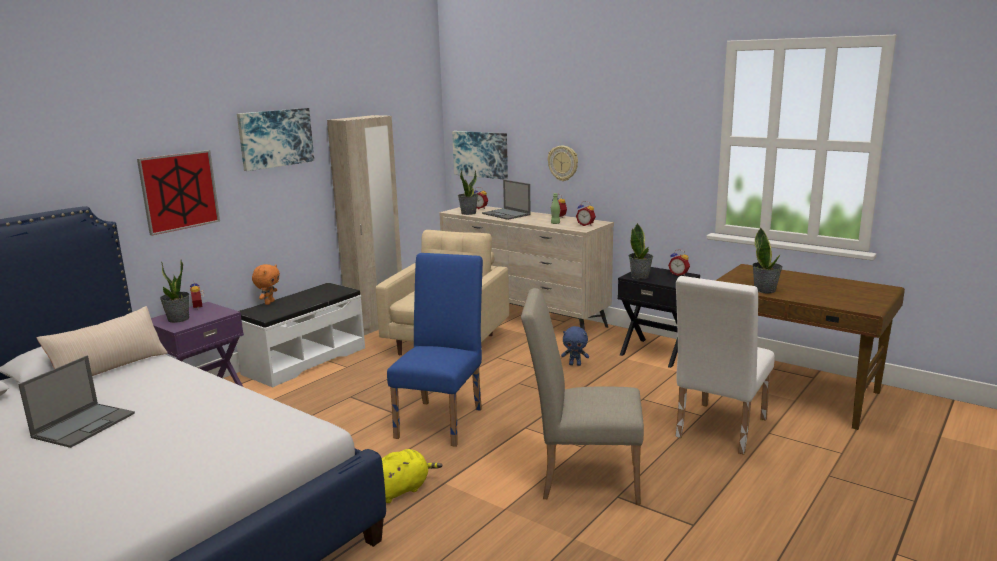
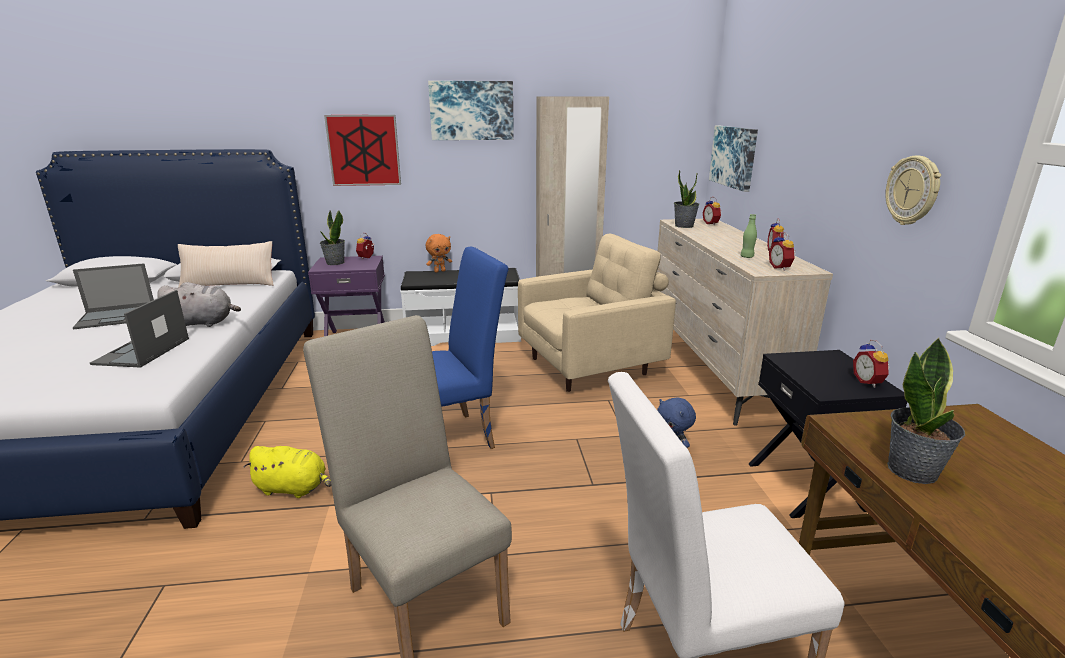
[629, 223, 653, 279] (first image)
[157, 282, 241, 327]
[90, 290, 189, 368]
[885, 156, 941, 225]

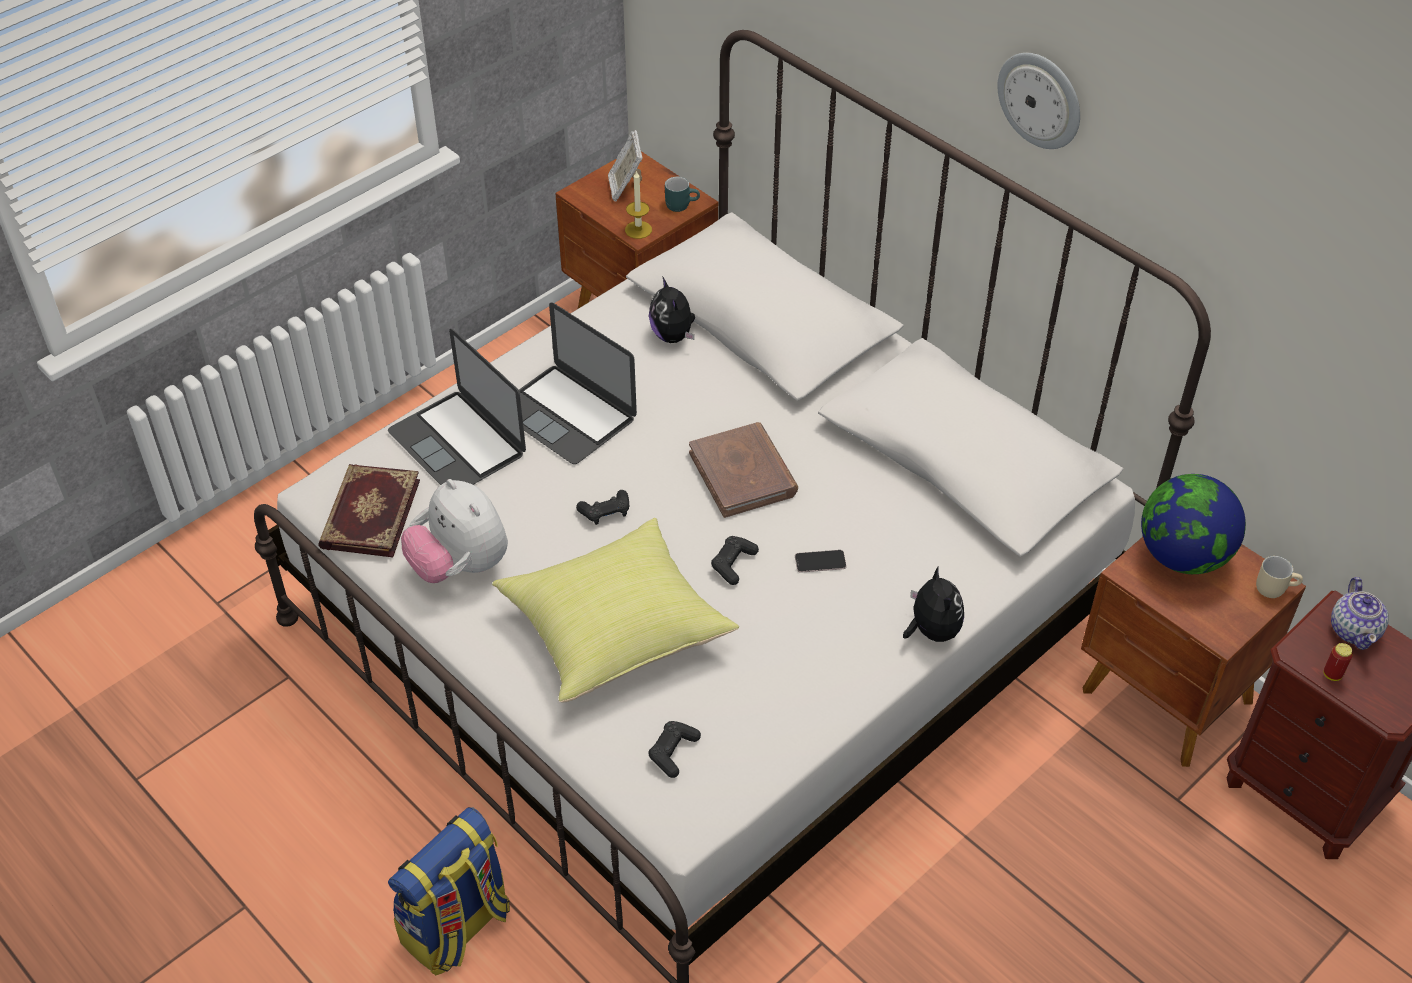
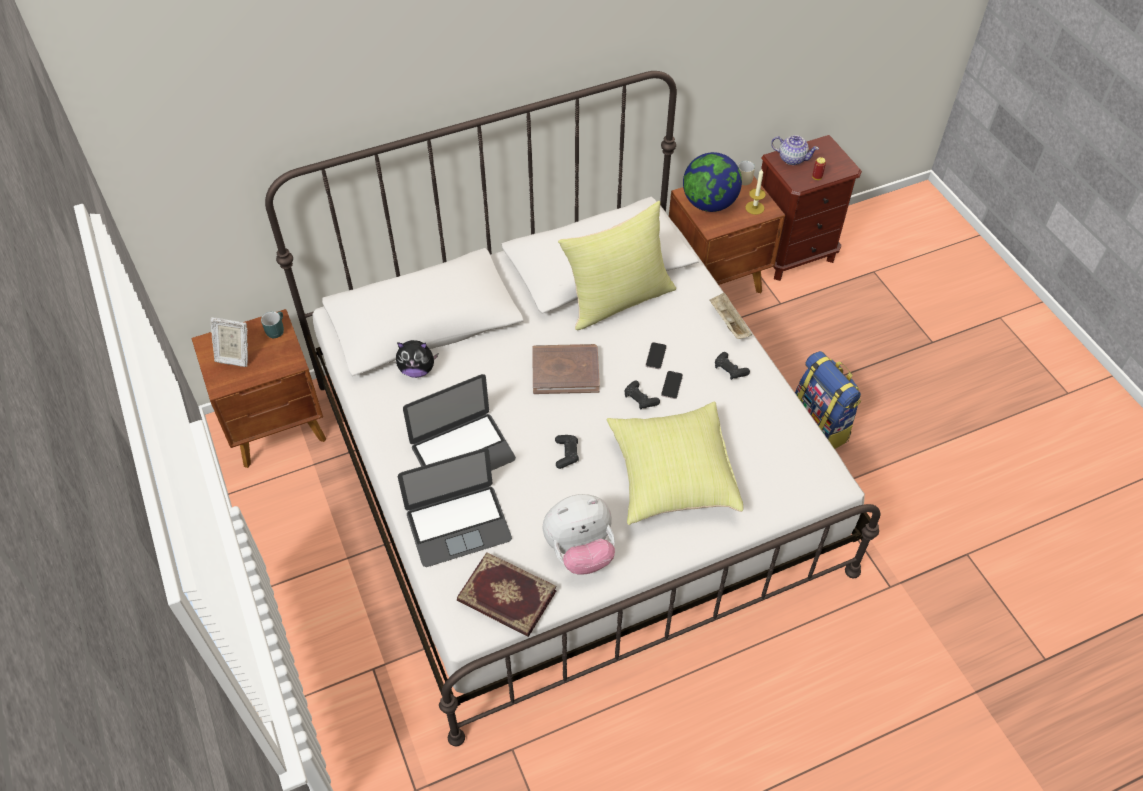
[998, 53, 1080, 149] (first image)
[558, 201, 676, 330]
[661, 371, 683, 399]
[795, 351, 862, 449]
[745, 169, 766, 215]
[715, 352, 750, 380]
[709, 293, 752, 339]

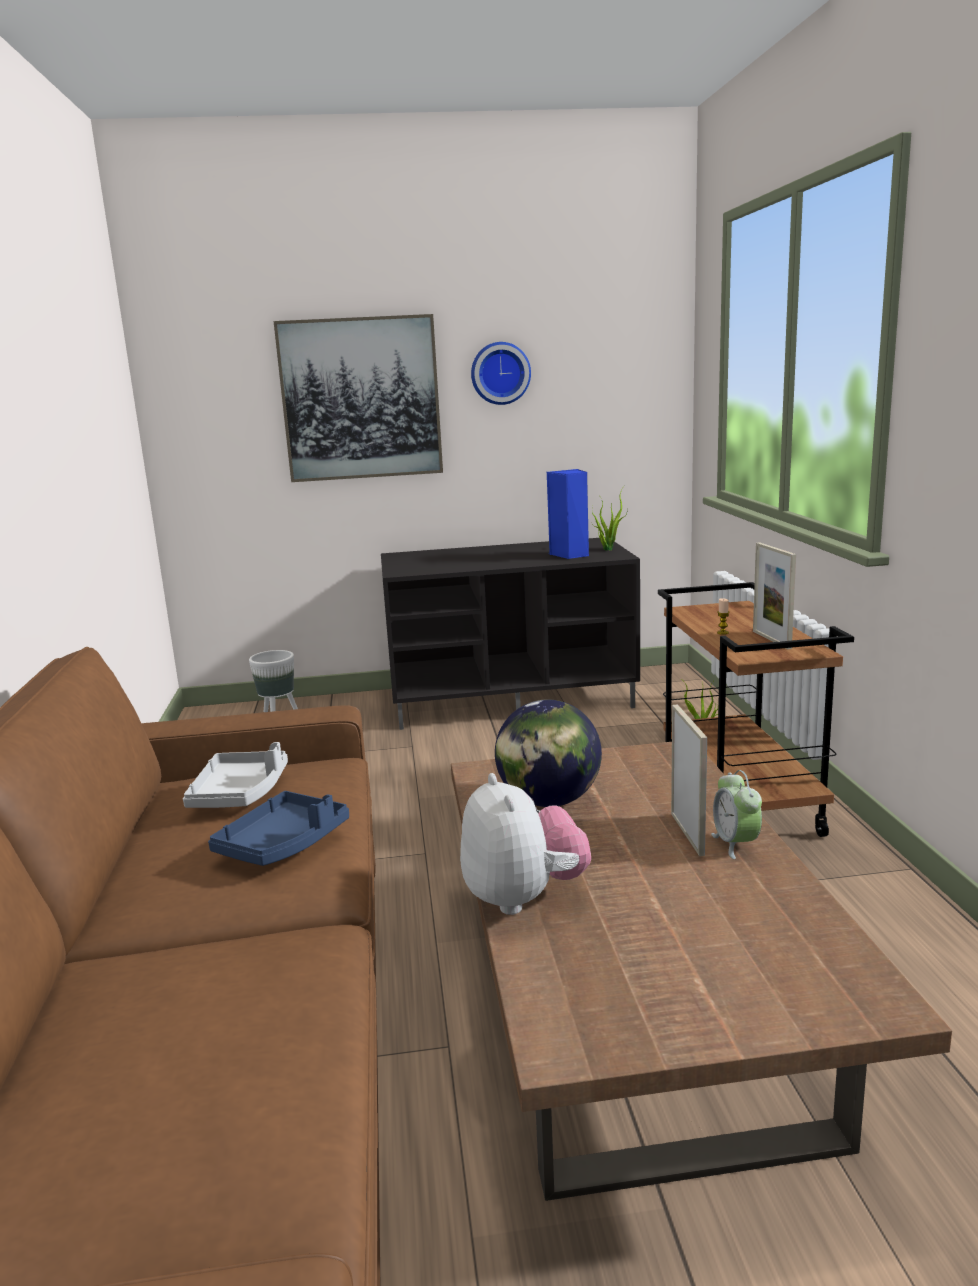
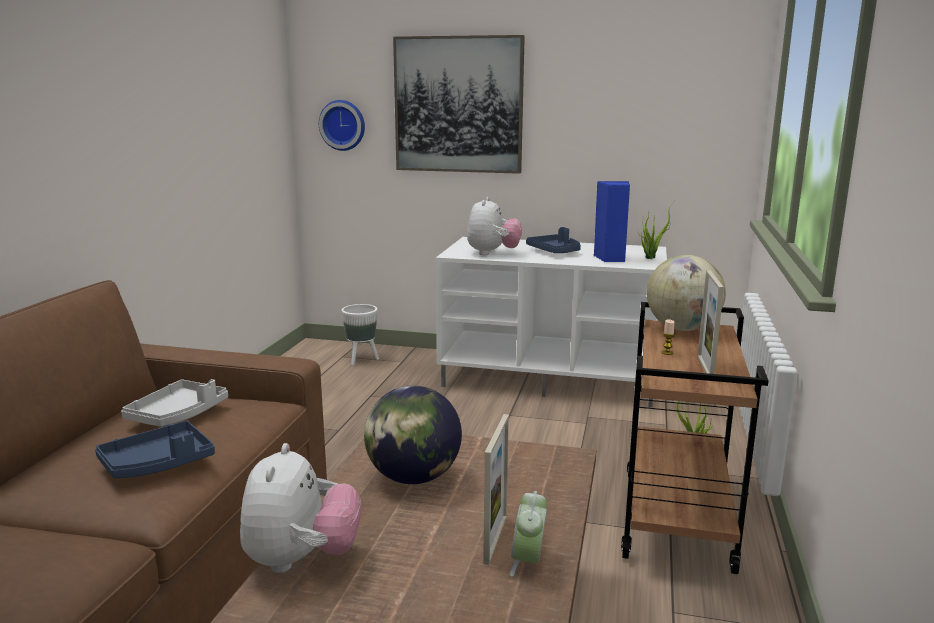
[467, 197, 522, 255]
[526, 227, 581, 253]
[647, 255, 726, 331]
[319, 100, 365, 151]
[436, 237, 667, 407]

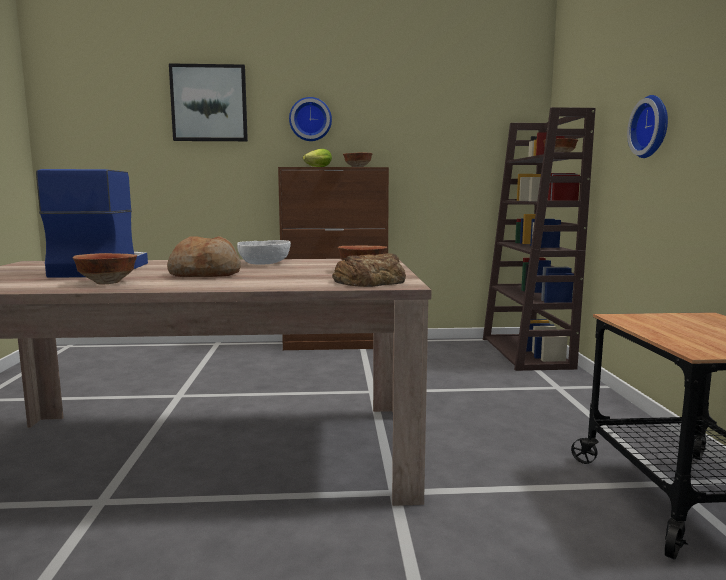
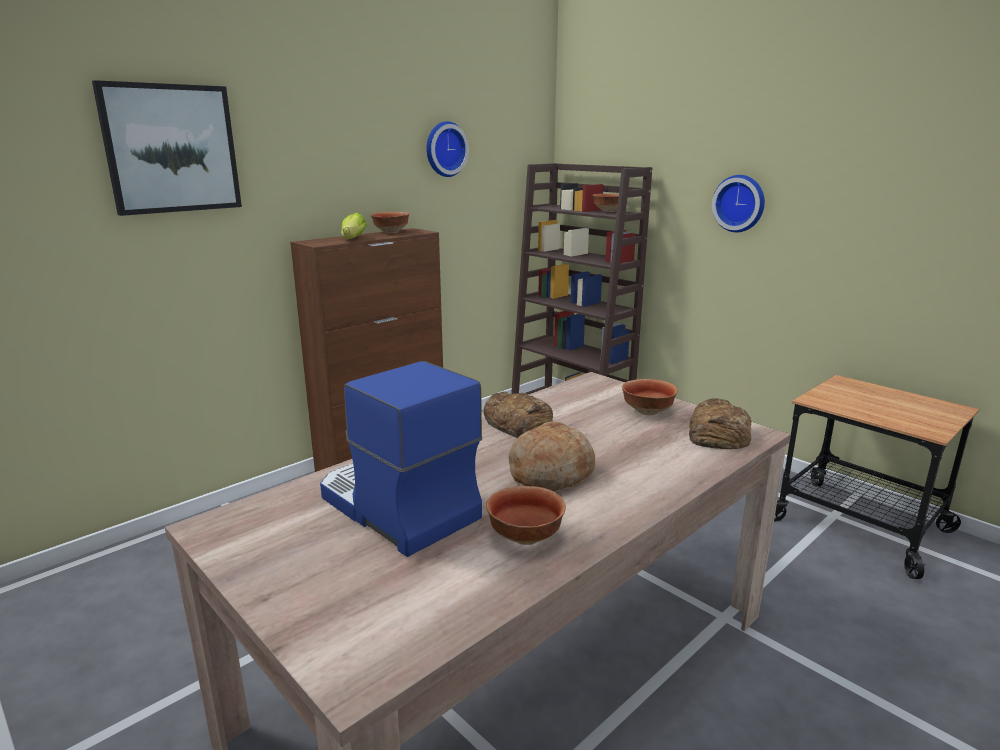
[426, 121, 469, 177]
[484, 391, 553, 438]

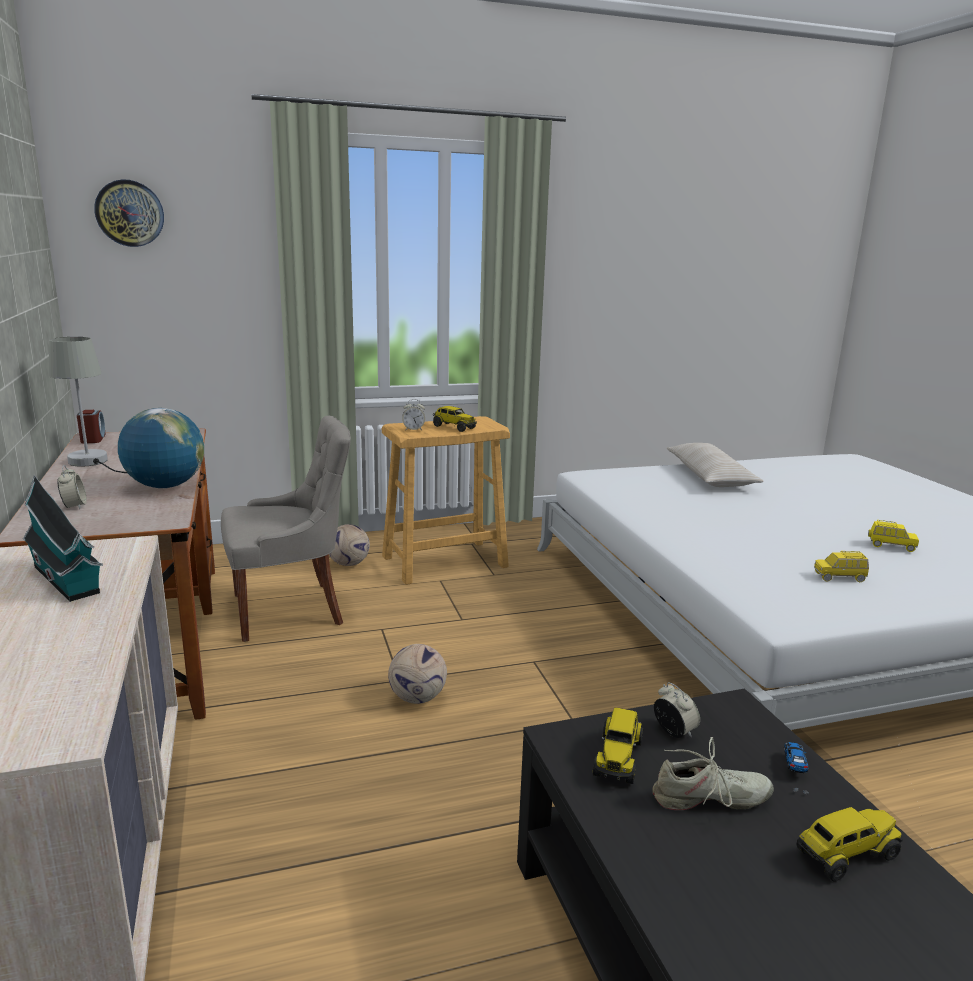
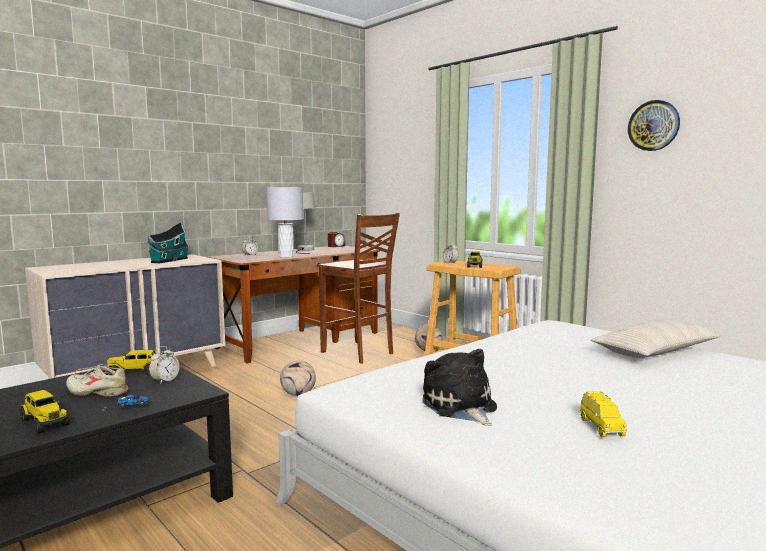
[628, 100, 680, 151]
[266, 187, 303, 258]
[318, 213, 400, 364]
[423, 349, 497, 426]
[66, 364, 129, 397]

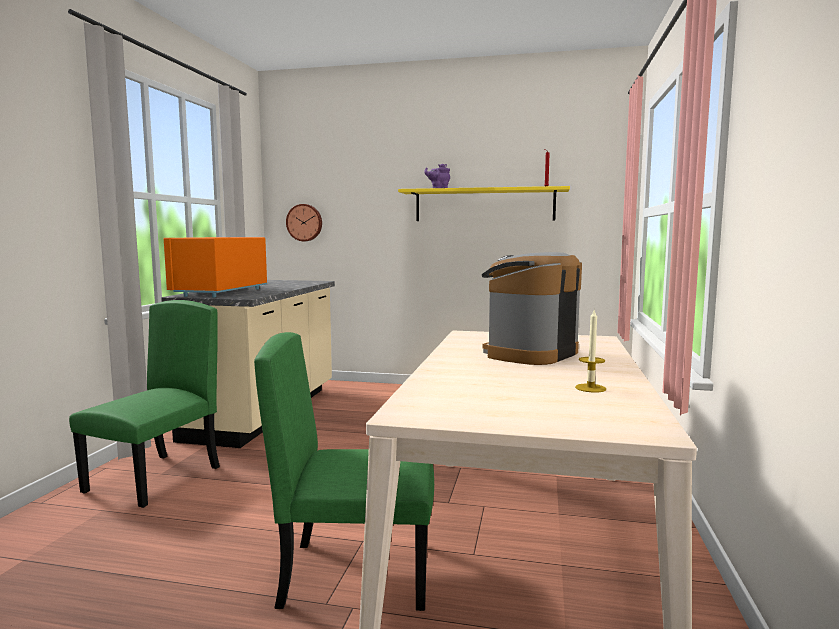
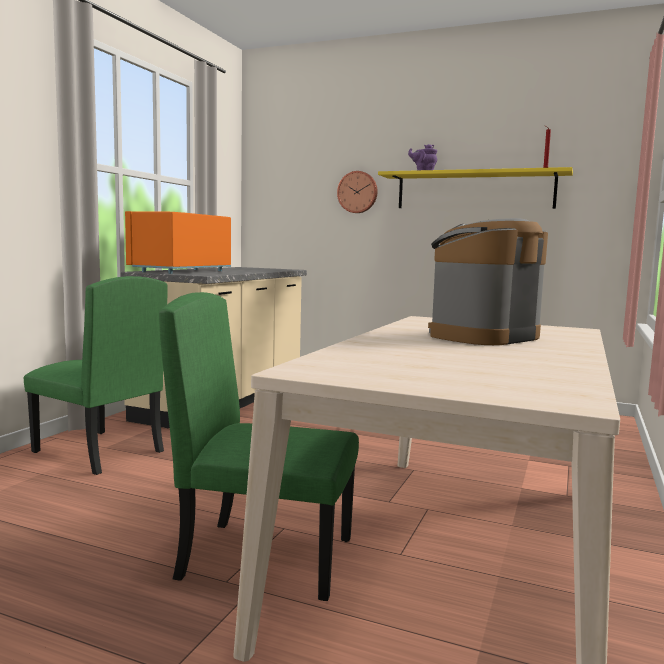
[575, 310, 606, 392] (first image)
[337, 171, 378, 213]
[24, 276, 168, 475]

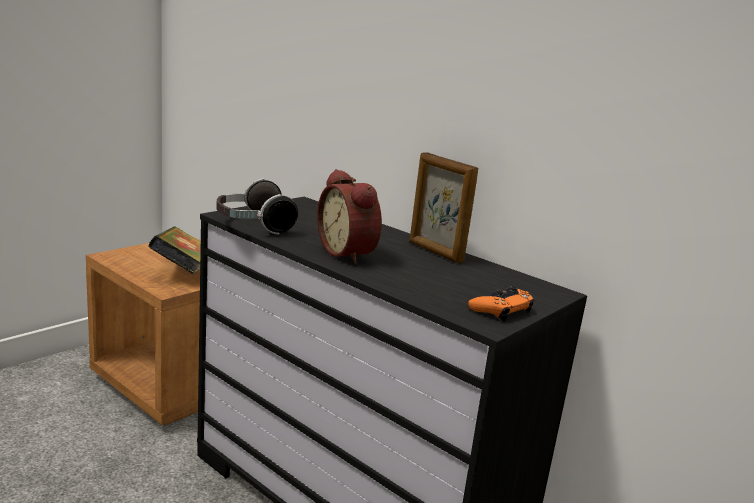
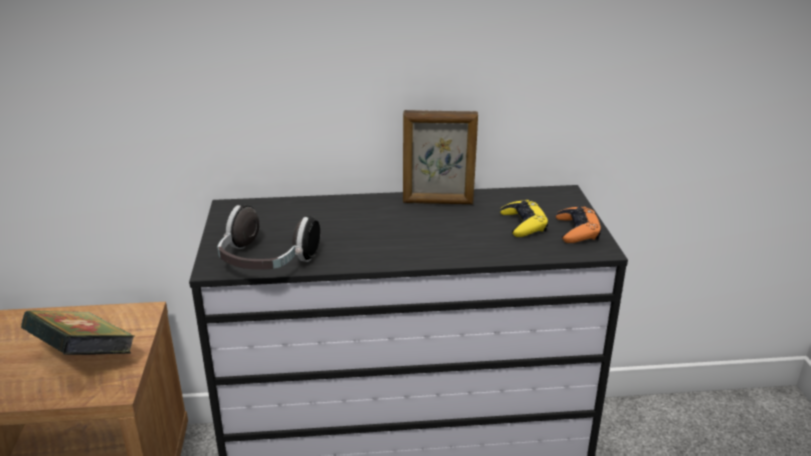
[317, 169, 382, 264] (first image)
[500, 200, 549, 237]

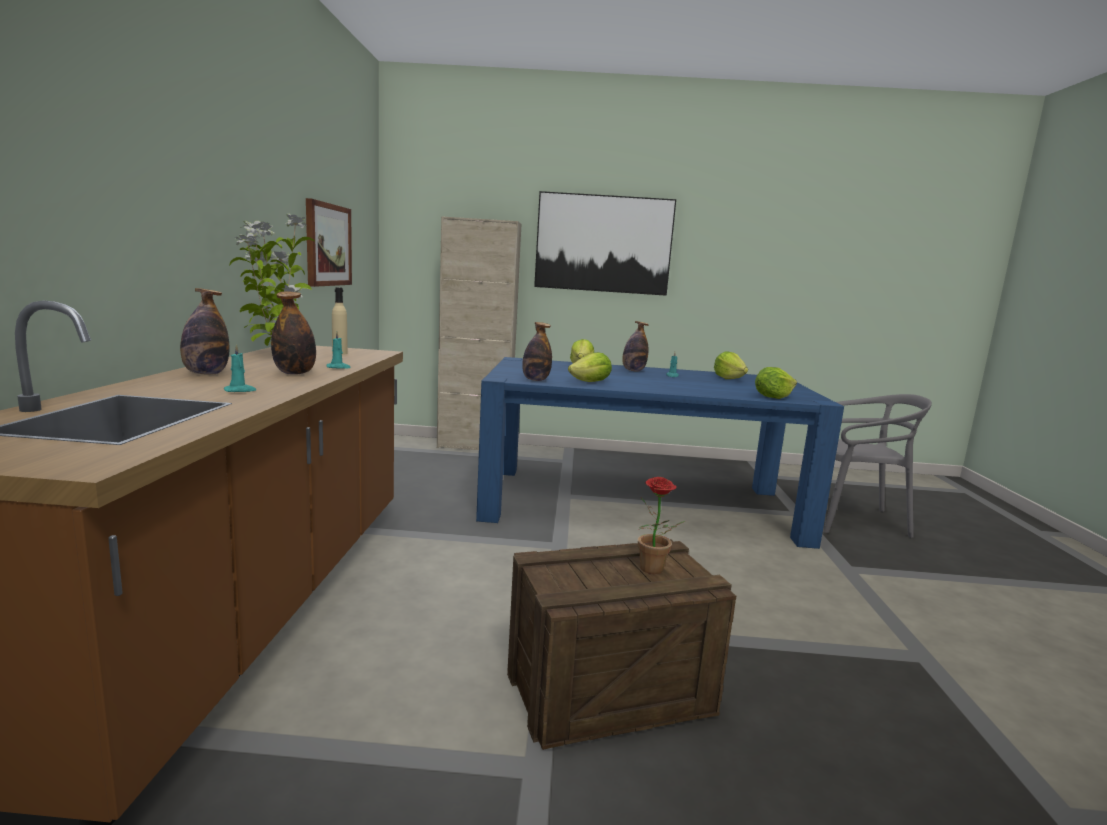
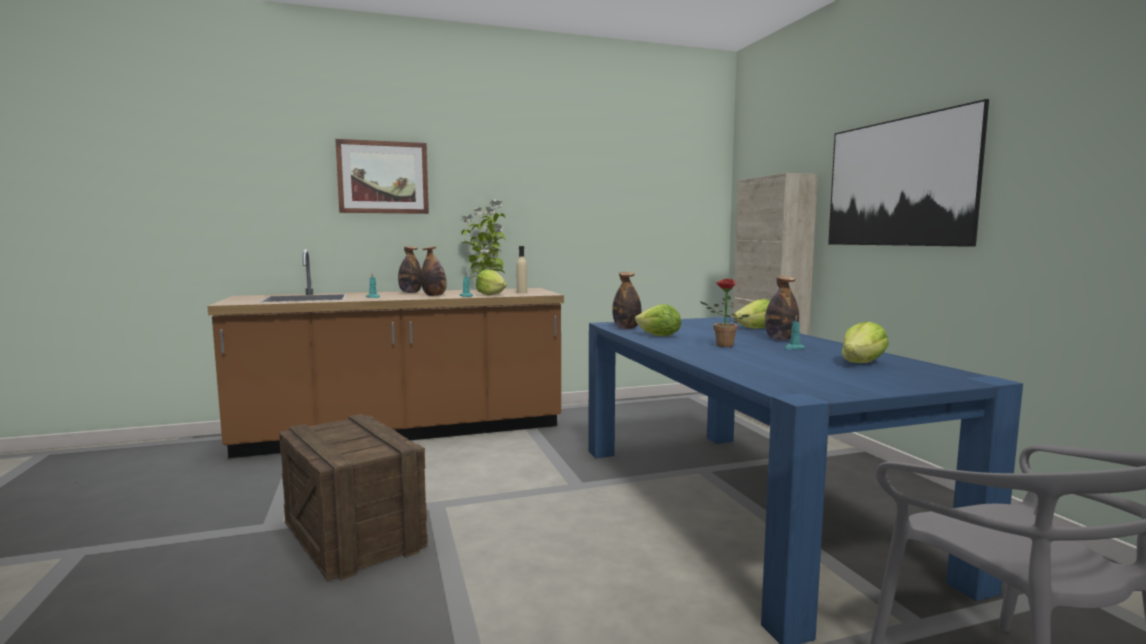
[335, 139, 429, 214]
[700, 279, 749, 347]
[476, 269, 507, 295]

